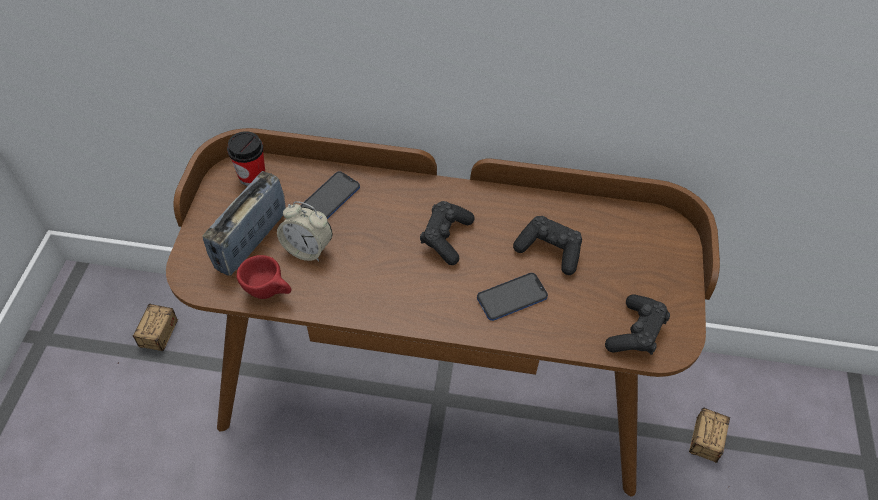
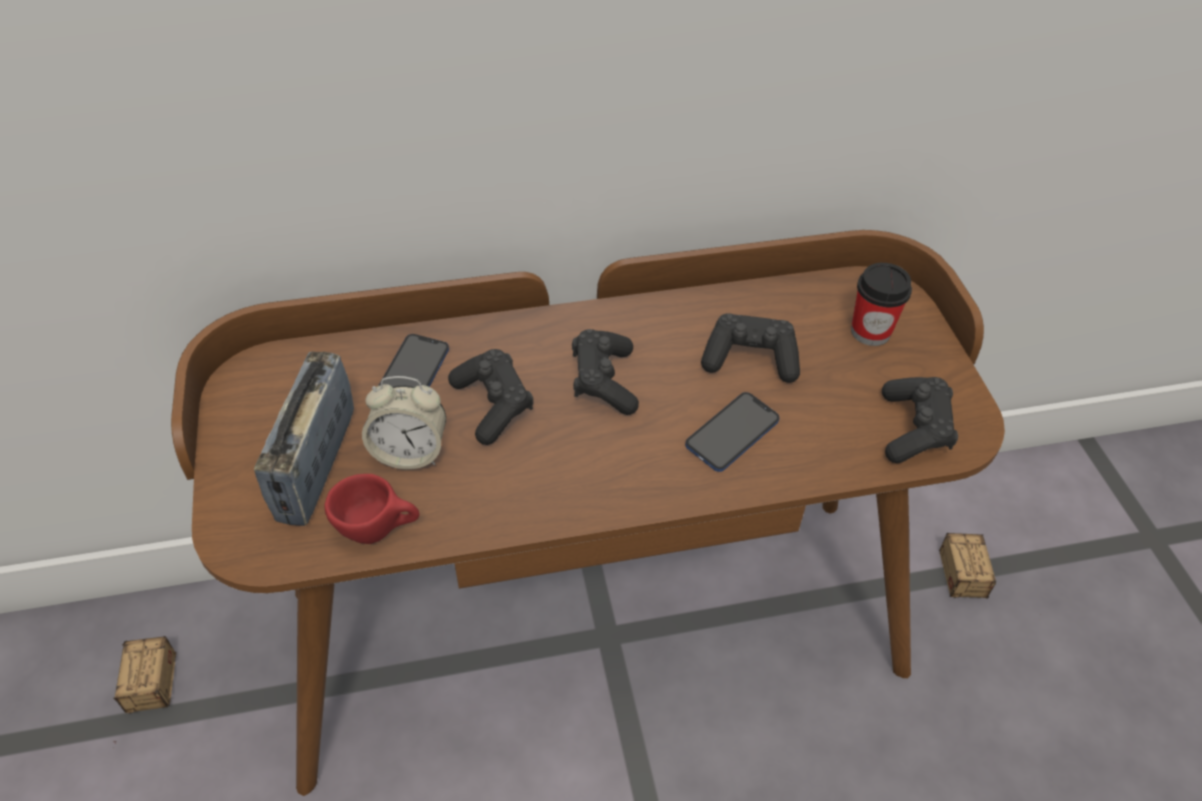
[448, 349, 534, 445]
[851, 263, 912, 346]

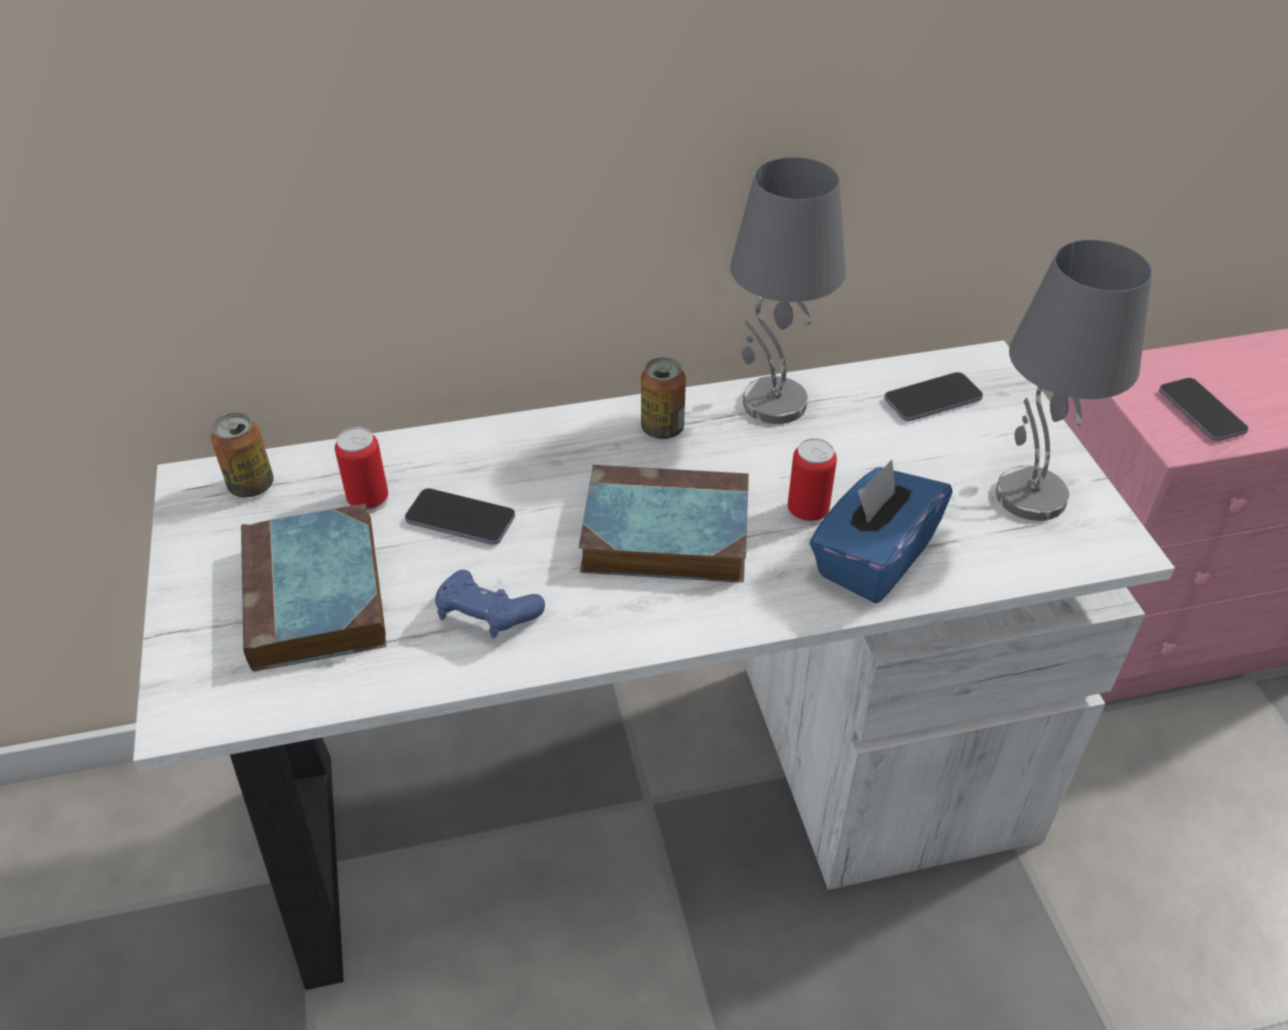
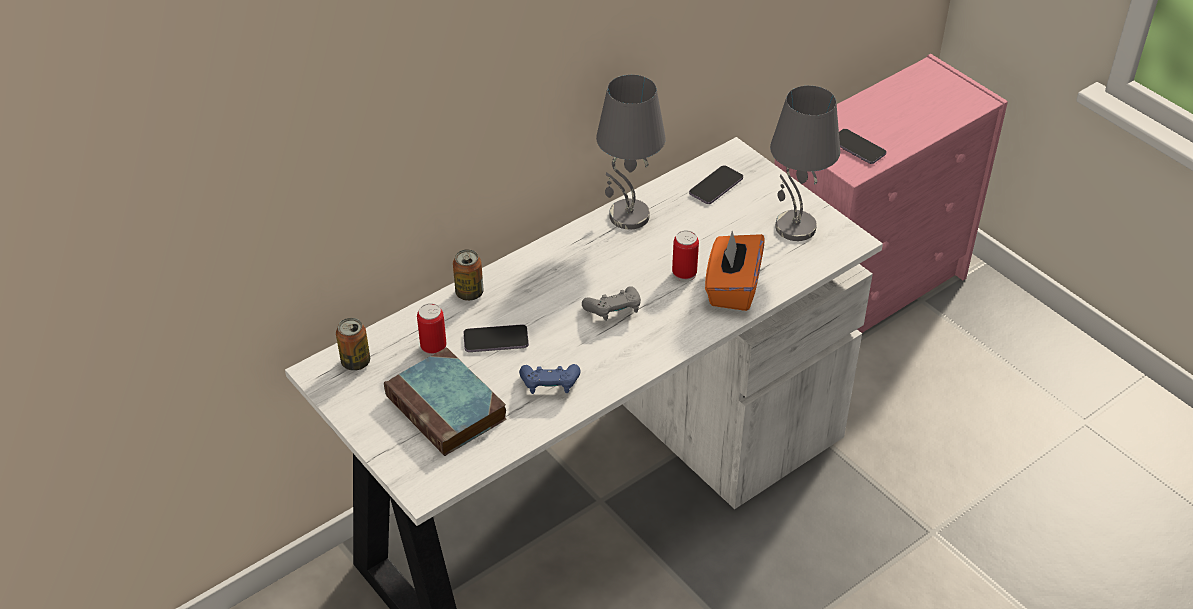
[453, 249, 484, 301]
[582, 286, 641, 321]
[705, 231, 764, 311]

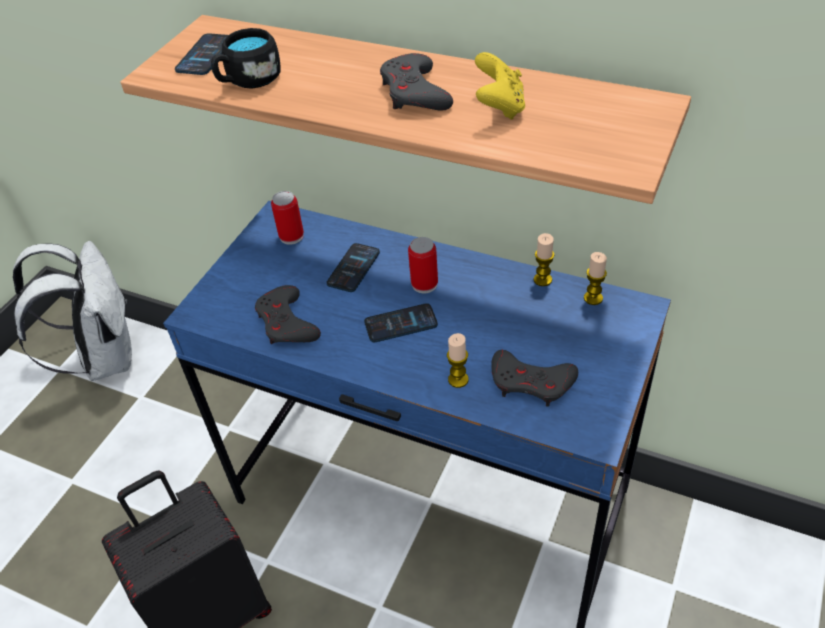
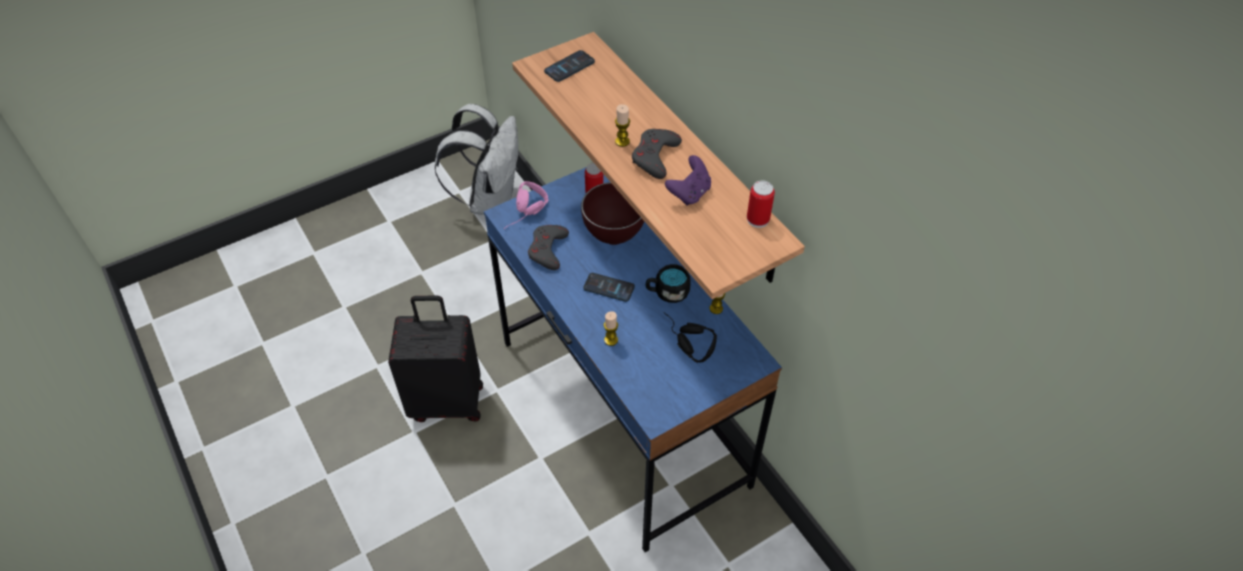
[491, 350, 578, 407] (first image)
[504, 181, 549, 229]
[663, 312, 717, 363]
[645, 264, 690, 303]
[747, 180, 775, 228]
[615, 104, 630, 147]
[581, 182, 644, 245]
[665, 155, 711, 206]

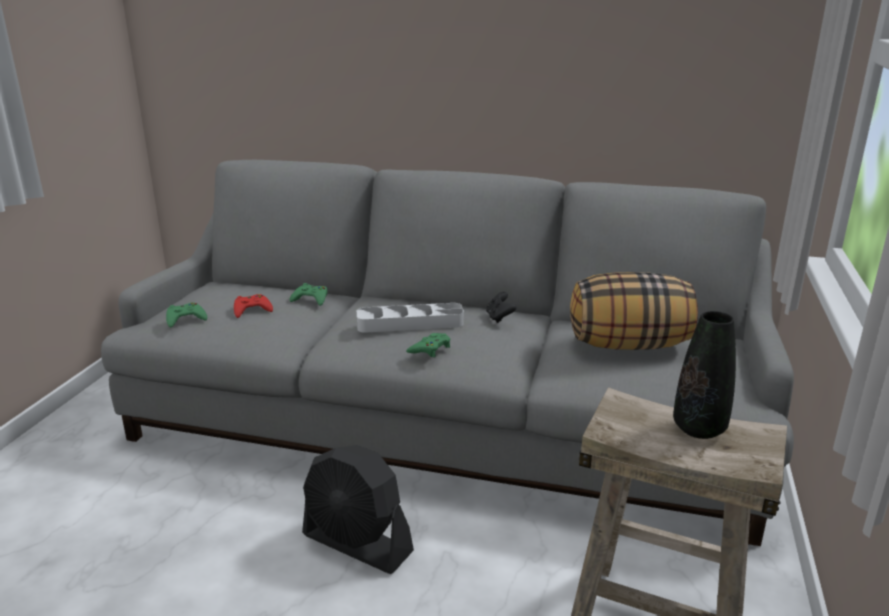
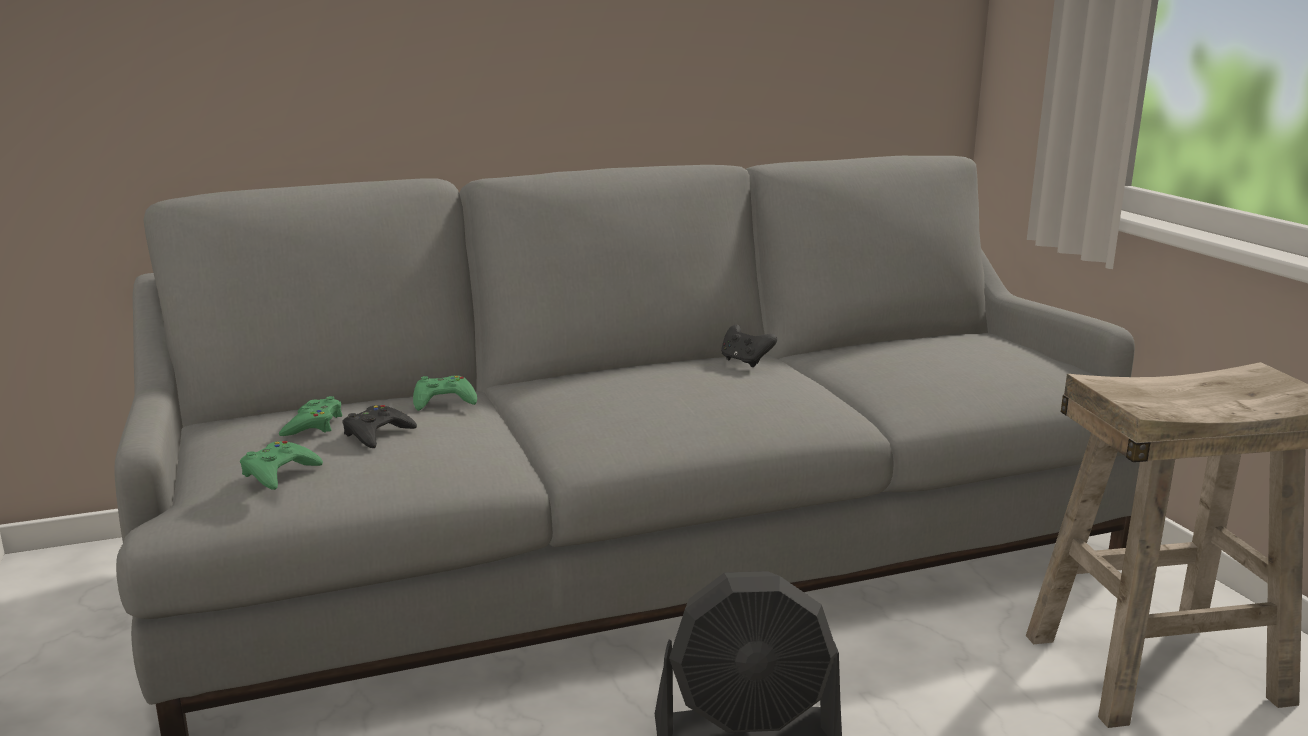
[357, 303, 464, 333] (first image)
[570, 272, 698, 350] (first image)
[673, 311, 736, 439] (first image)
[279, 396, 343, 436]
[342, 405, 417, 448]

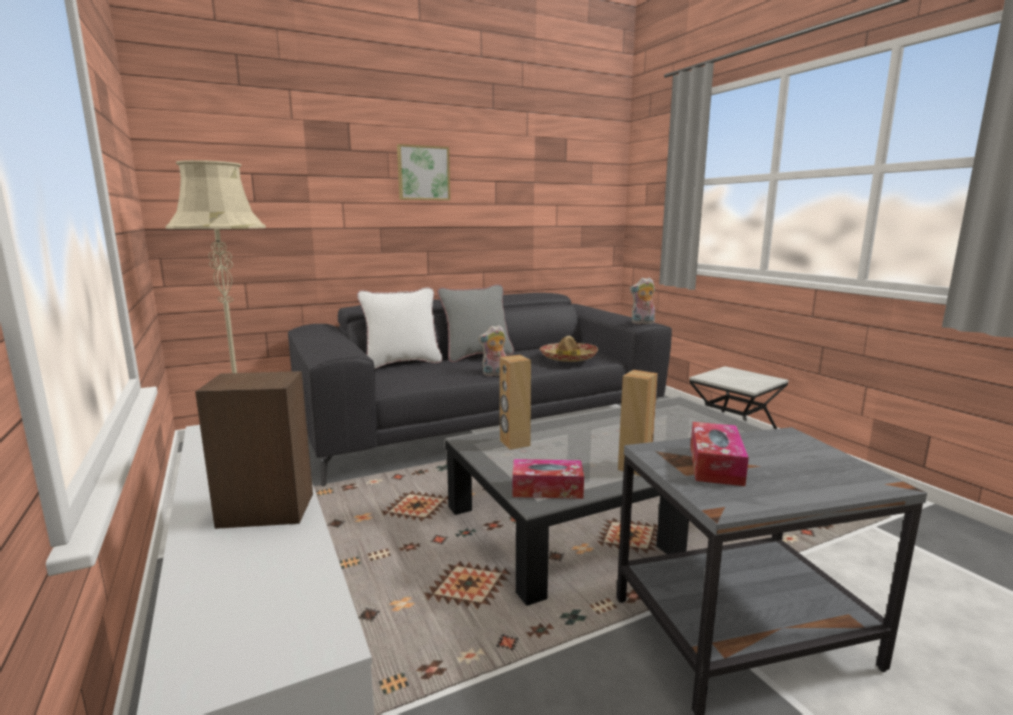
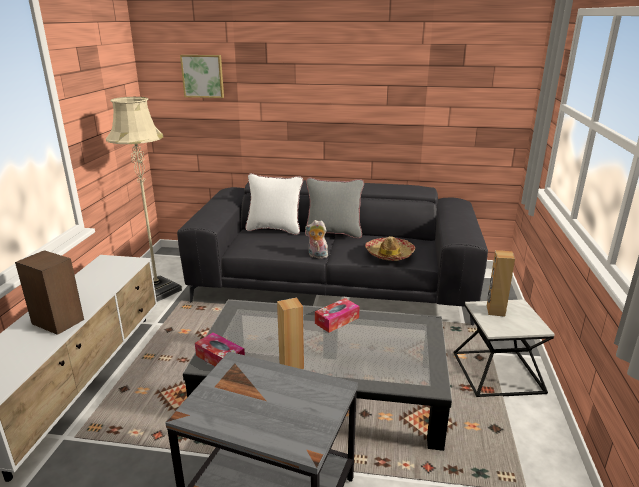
[629, 277, 655, 324] (first image)
[180, 55, 224, 98]
[487, 250, 515, 317]
[315, 298, 360, 333]

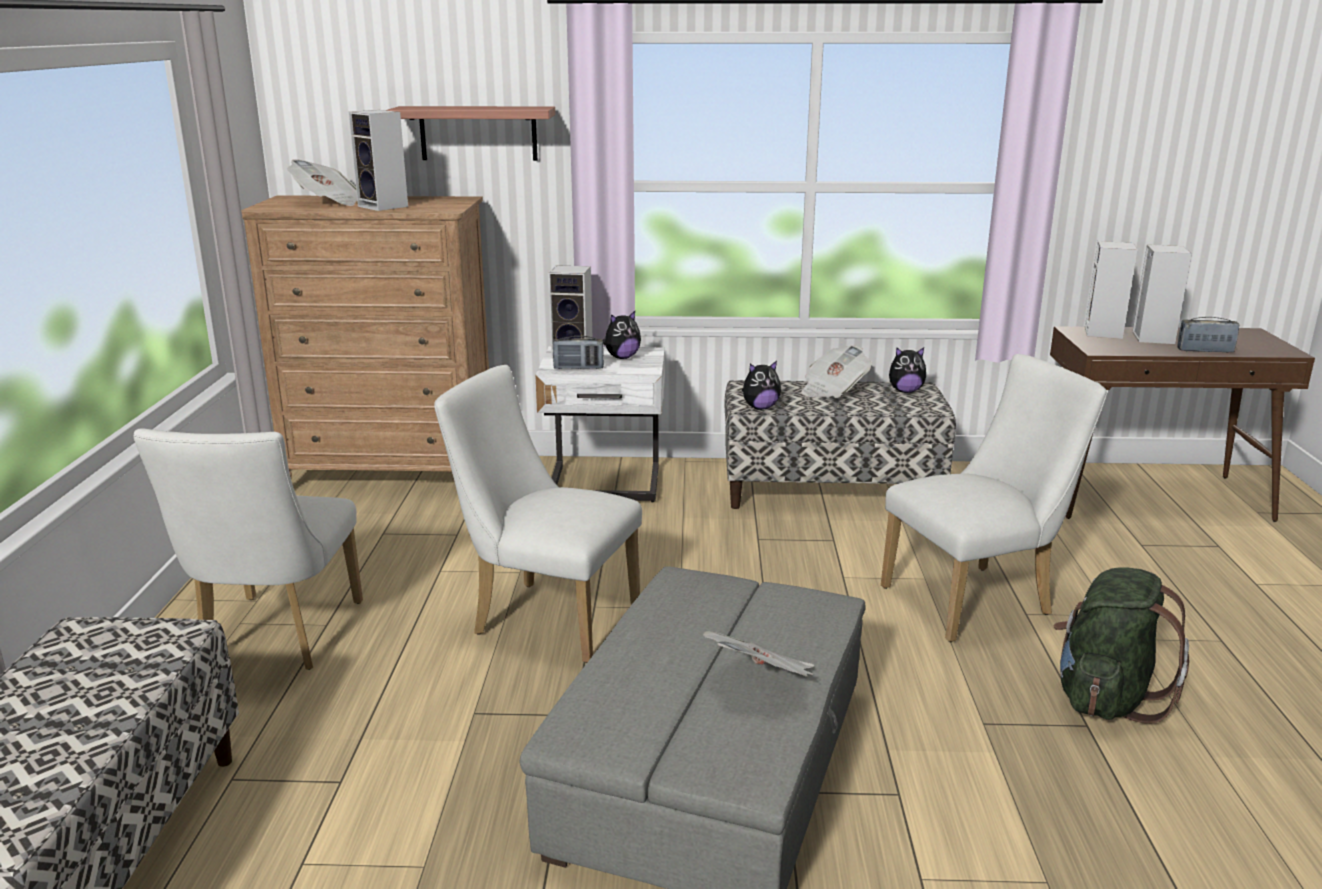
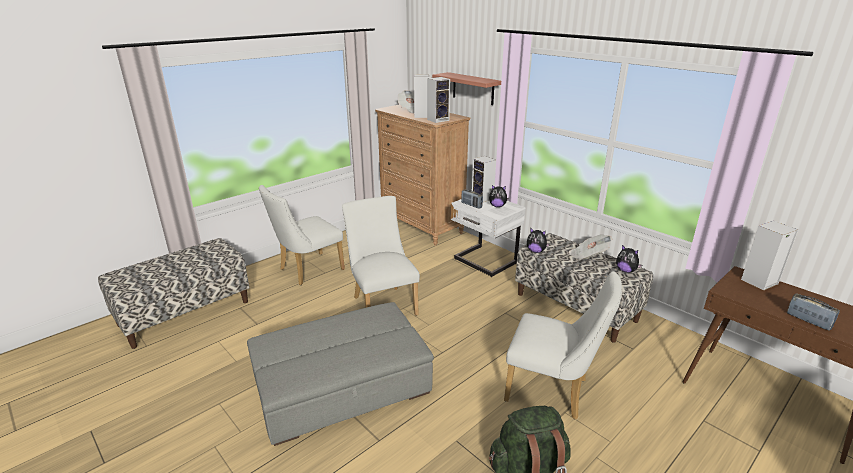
[703, 631, 815, 677] (first image)
[427, 77, 450, 123]

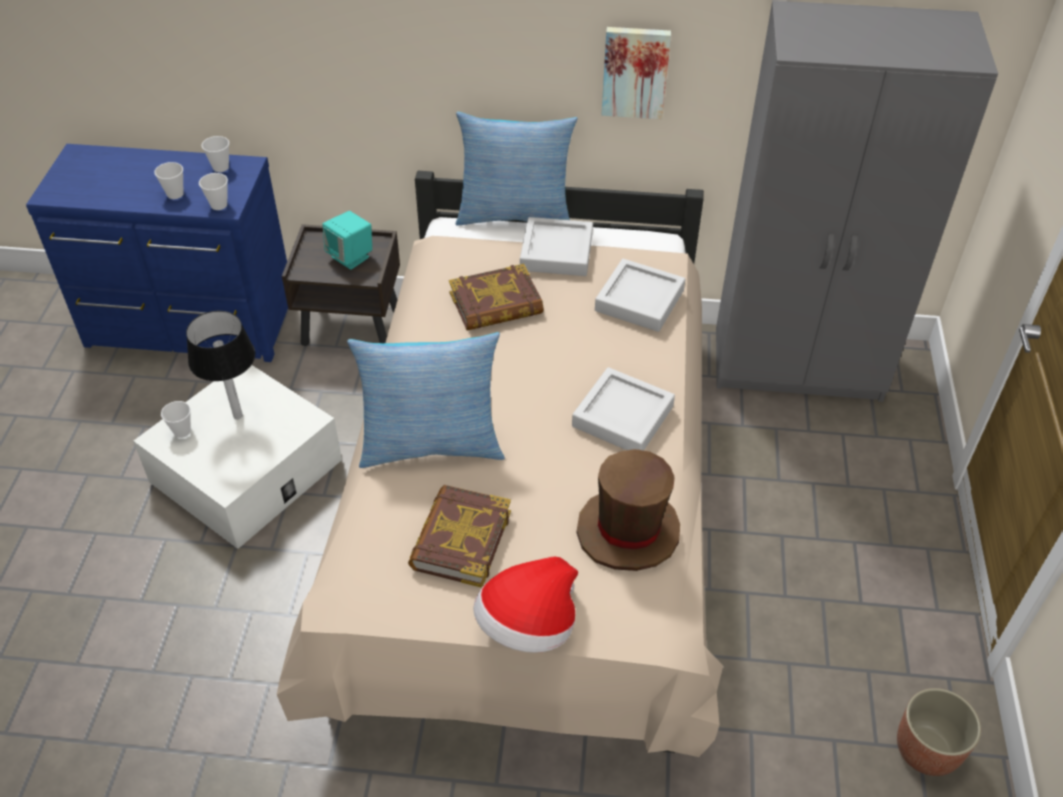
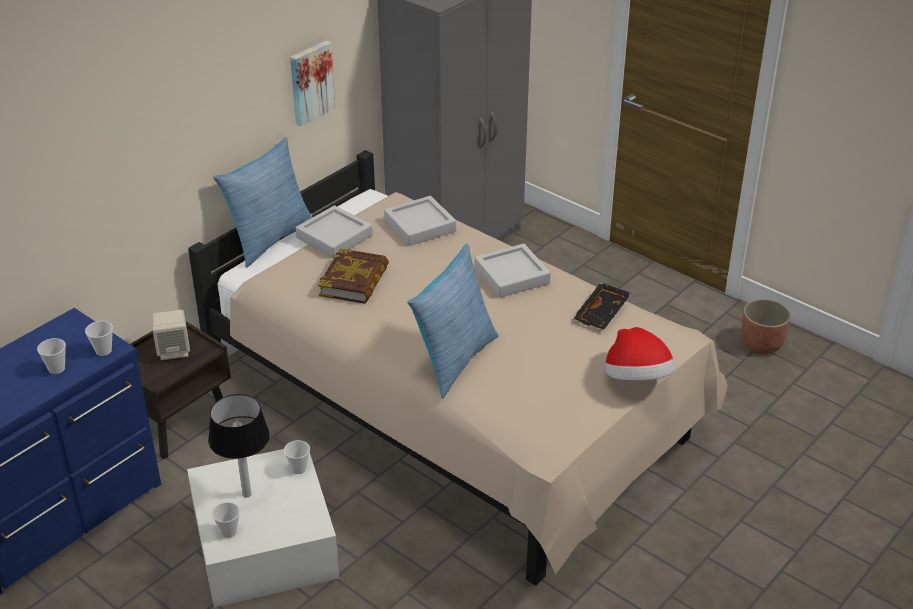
[408, 485, 511, 588] (first image)
[284, 440, 310, 474]
[572, 282, 631, 329]
[153, 310, 190, 360]

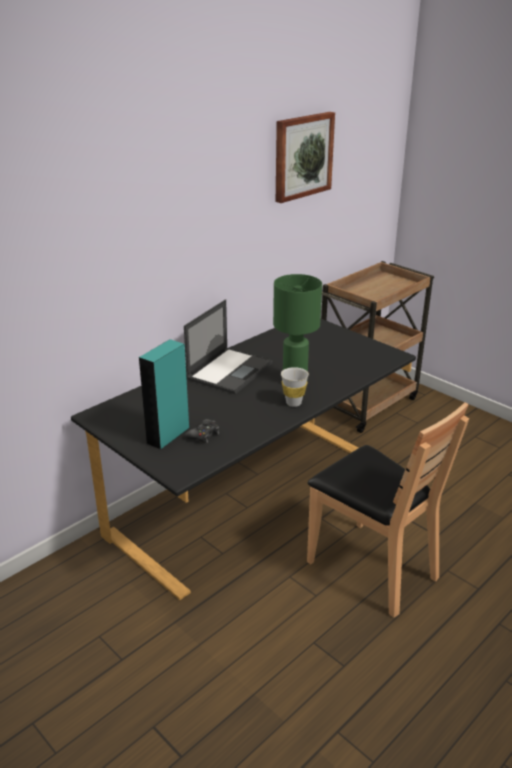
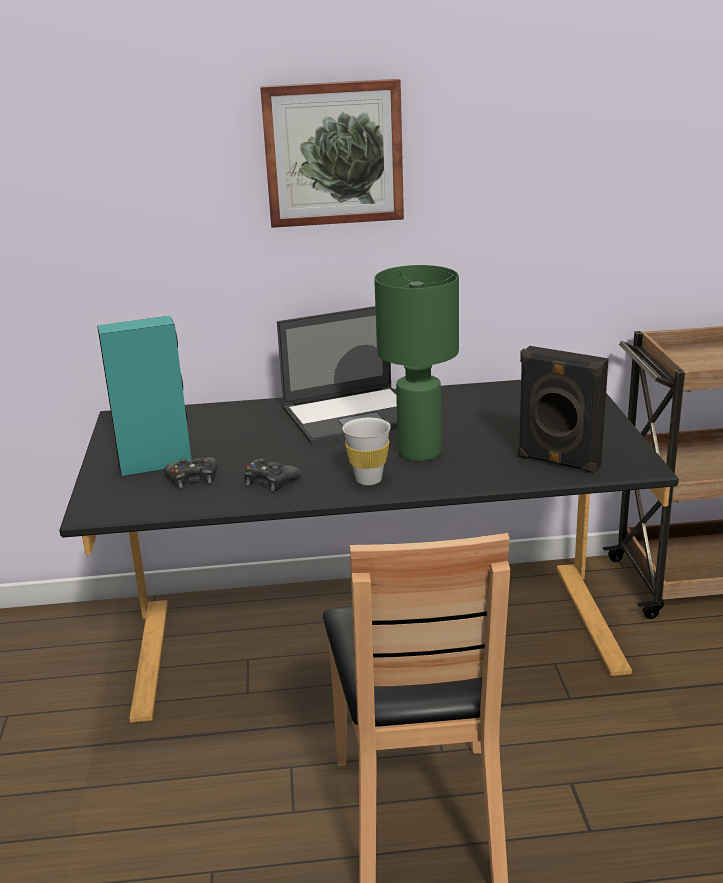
[244, 458, 302, 491]
[518, 346, 609, 474]
[260, 79, 404, 228]

